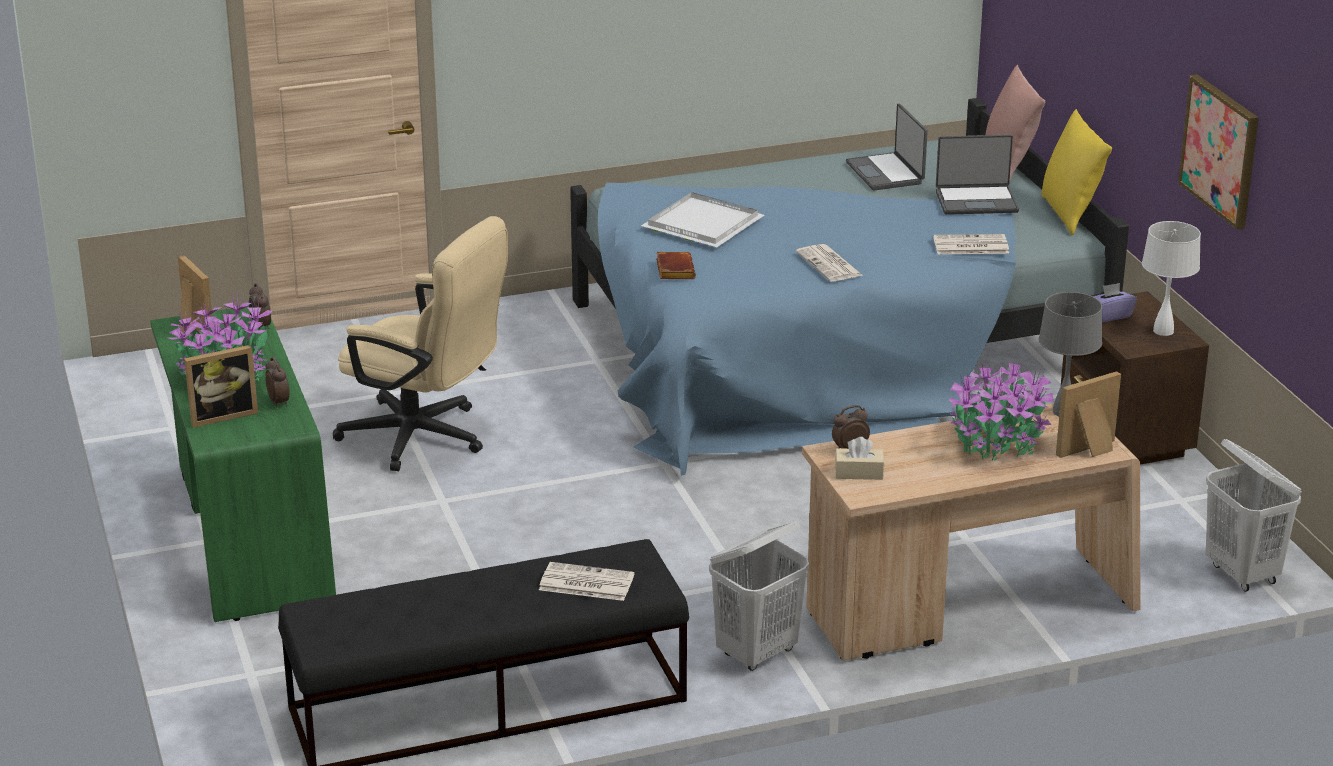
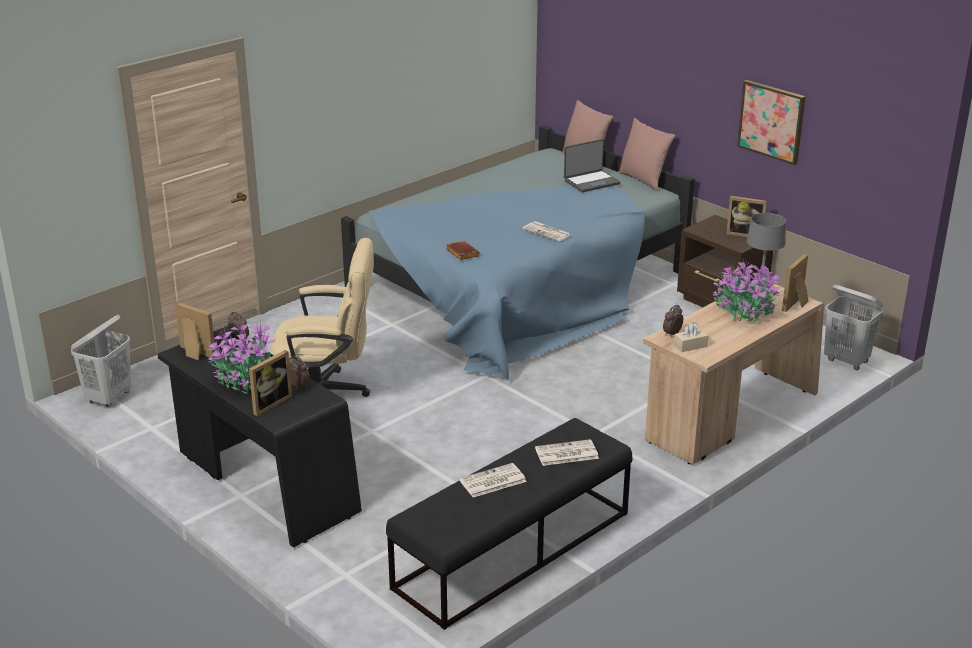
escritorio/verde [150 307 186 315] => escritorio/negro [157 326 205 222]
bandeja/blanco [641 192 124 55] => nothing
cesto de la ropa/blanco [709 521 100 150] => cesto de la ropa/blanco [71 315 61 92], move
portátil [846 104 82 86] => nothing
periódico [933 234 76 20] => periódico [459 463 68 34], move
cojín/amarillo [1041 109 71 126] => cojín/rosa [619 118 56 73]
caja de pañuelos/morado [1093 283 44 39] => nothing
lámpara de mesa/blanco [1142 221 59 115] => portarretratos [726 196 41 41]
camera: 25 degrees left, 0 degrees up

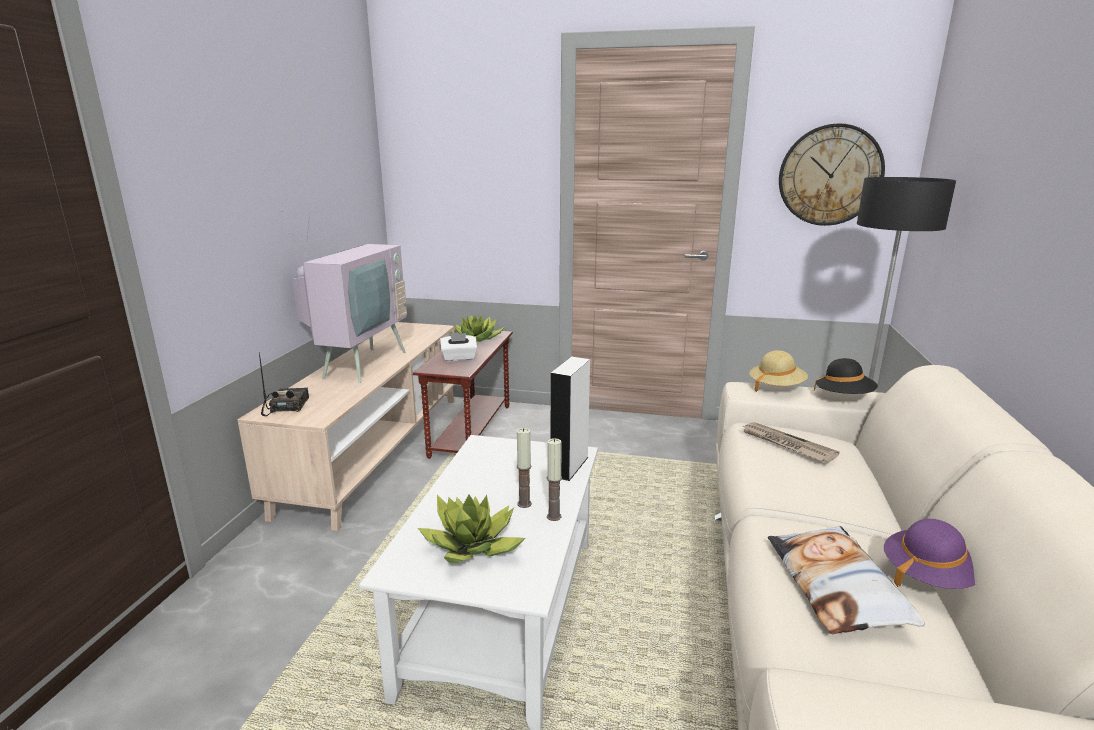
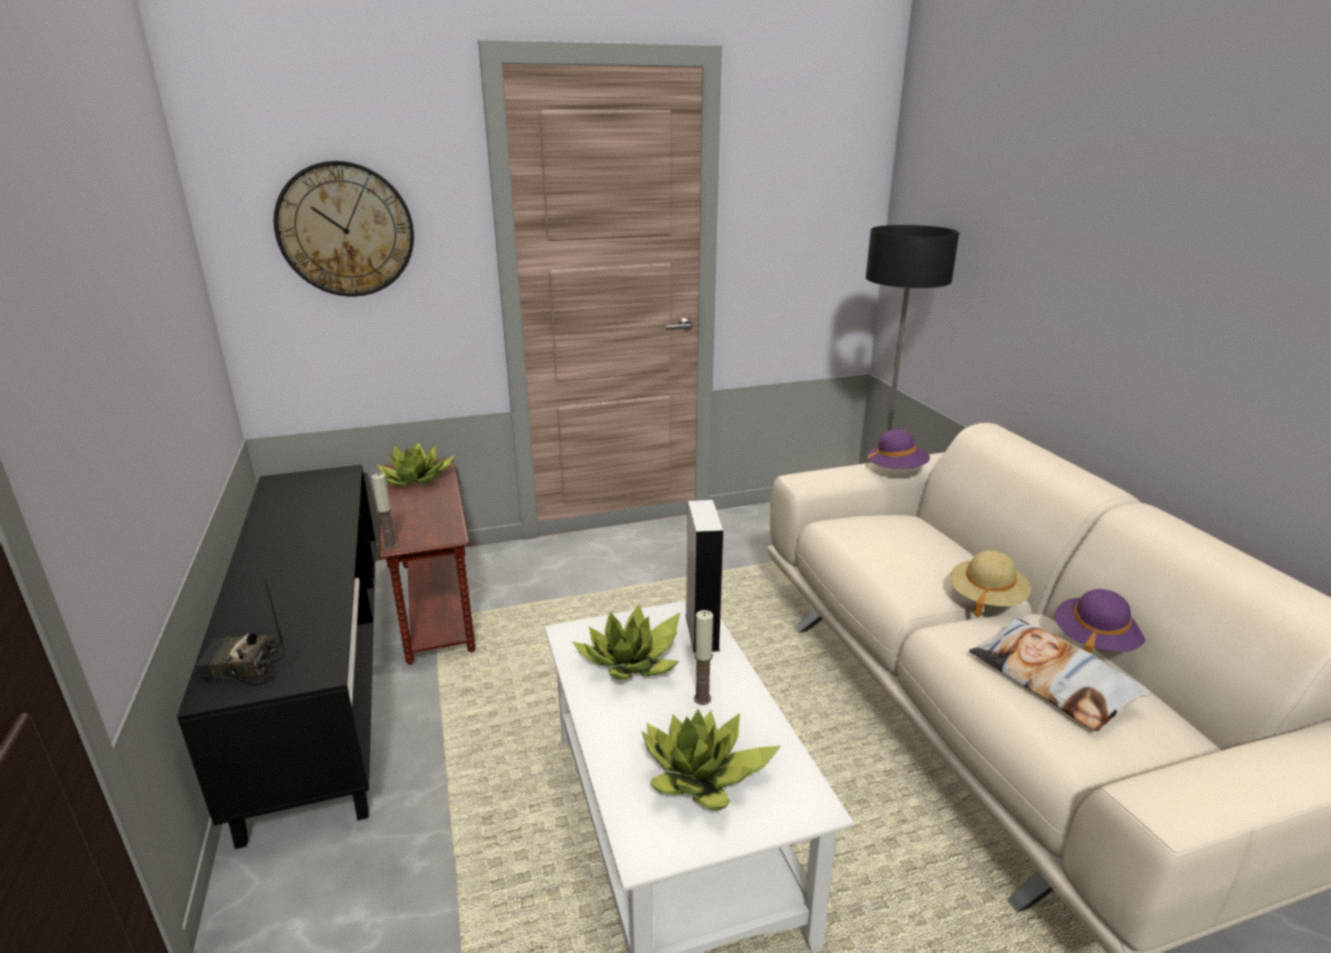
mueble de televisión/beis [237 322 219 209] => mueble de televisión/negro [177 465 199 384]
radio [259 352 50 64] => radio [195 577 90 109], 60 degrees counterclockwise
televisor [281 208 126 175] => nothing
caja de pañuelos/blanco [440 333 37 29] => nothing
vela [547 438 15 83] => vela [372 473 25 76], move
periódico [742 422 98 41] => nothing
sombrero/beis [749 350 59 42] => sombrero/beis [950 550 81 68], move
reloj de pared [779 124 106 102] => reloj de pared [274 161 140 135], move
sombrero/negro [814 358 64 36] => sombrero/morado [866 430 64 39]
nothing => planta en maceta [573 604 107 76]
camera: 30 degrees left, 5 degrees up

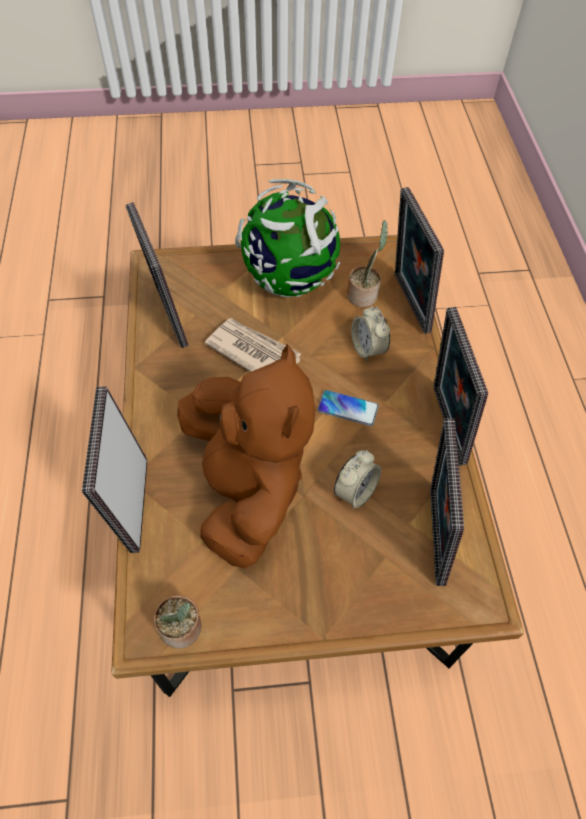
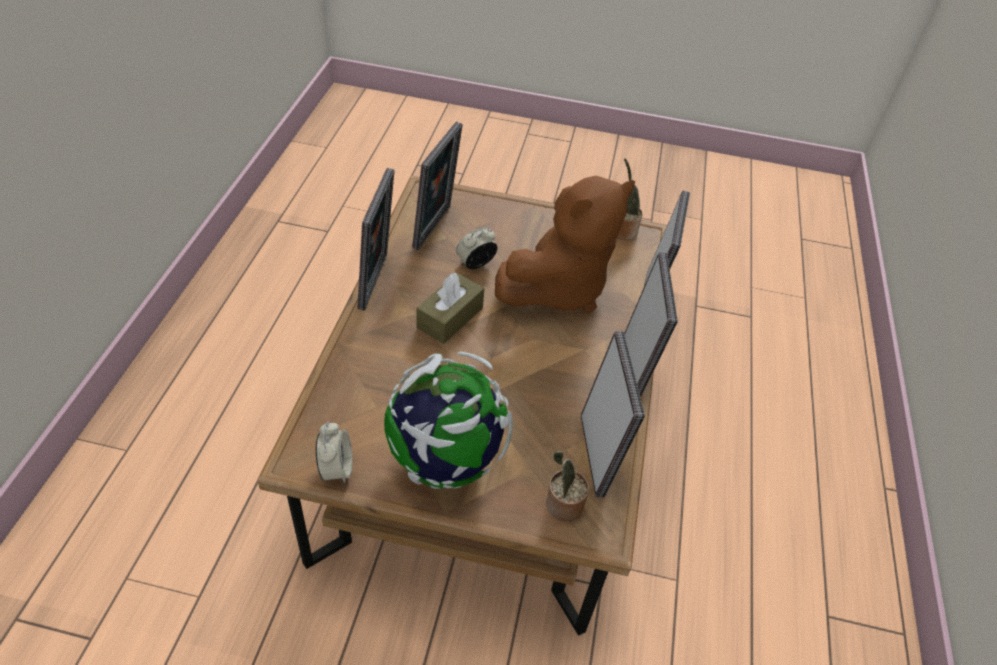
peluche/marrón [177 344 138 225] => peluche/marrón [495 176 140 137], 135 degrees counterclockwise
periódico [205 318 96 54] => nothing
móvil [317 390 62 36] => caja de pañuelos/marrón [416 273 68 71]
planta en maceta [347 220 41 88] => planta en maceta [546 451 43 70], move
despertador [351 306 39 56] => despertador [316 422 37 61], move
portarretratos [395 187 49 147] => portarretratos [624 252 54 146], move
camera: 165 degrees left, 10 degrees down

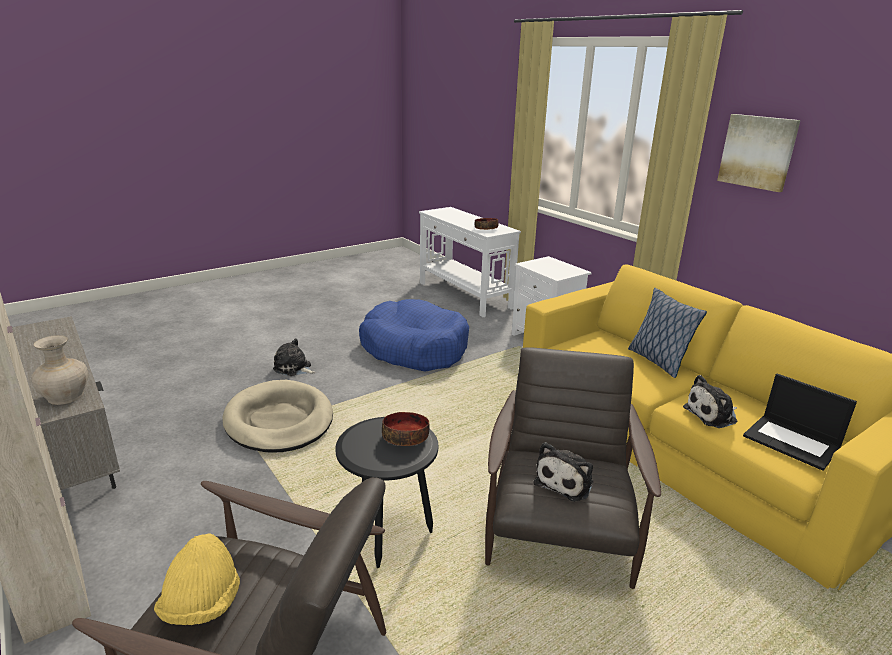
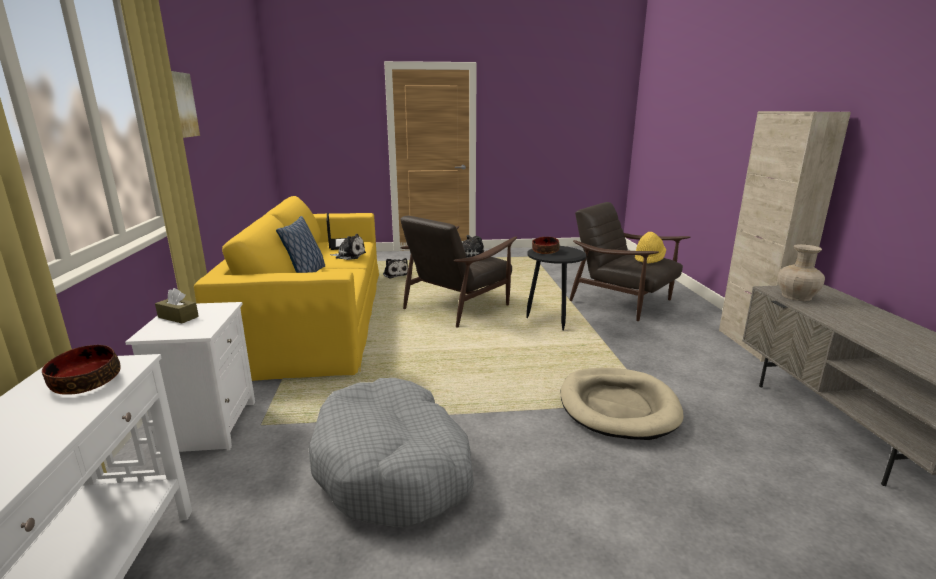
peluche [273 338 43 38] => peluche [383 258 25 21], move
cama para perro/azul [359 299 110 73] => cama para perro/gris [309 378 165 149]
nothing => caja de pañuelos/marrón [155 288 44 35]
camera: 150 degrees left, 5 degrees down

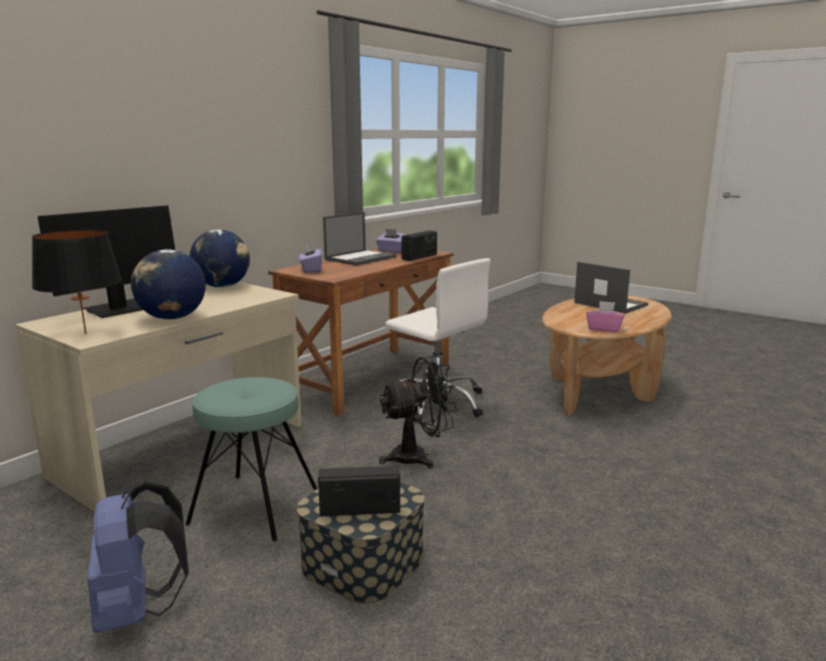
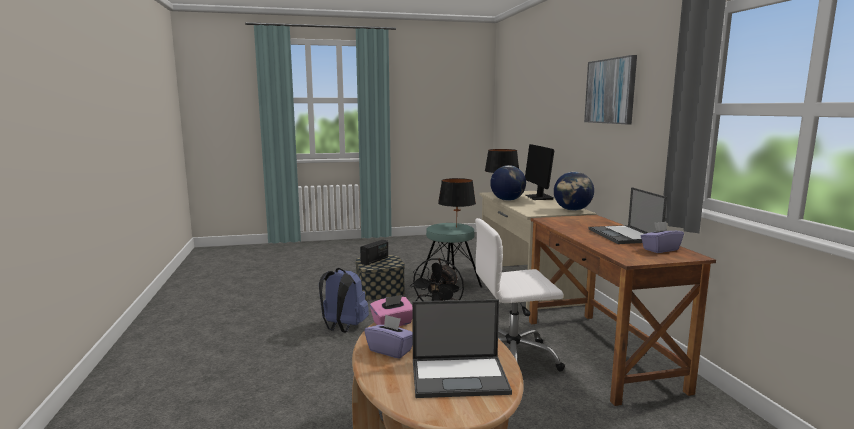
mochila/azul [87 481 102 152] => mochila/azul [319 268 50 65], move
caja de pañuelos/morado [299 244 23 29] => caja de pañuelos/morado [364 314 49 45], move
radio [401 230 36 31] => nothing
nothing => lámpara de mesa/negro [438 178 38 50]
nothing => cuadro [584 55 53 69]
camera: 130 degrees right, 5 degrees down

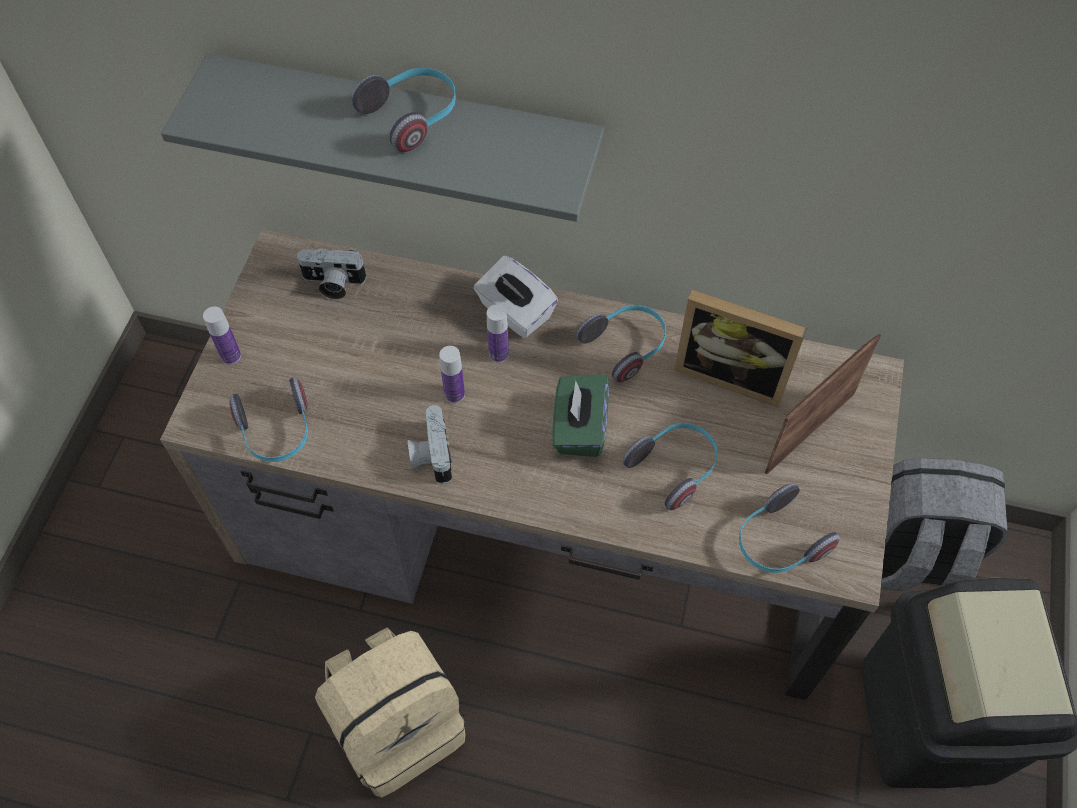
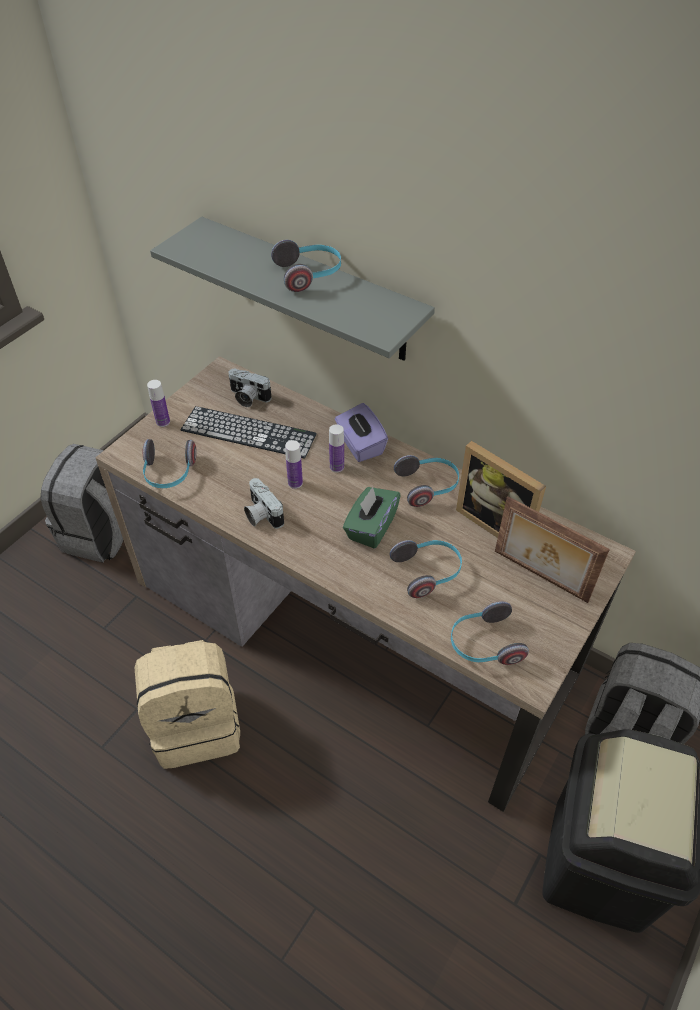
cámara [407 405 45 79] => cámara [244 478 40 51], 45 degrees counterclockwise
caja de pañuelos/blanco [473 255 85 83] => caja de pañuelos/morado [335 403 53 59]
portarretratos [765 334 117 140] => portarretratos [495 496 115 107], 120 degrees counterclockwise
nothing => mochila/gris [41 444 82 119]
nothing => teclado [181 406 136 53]
camera: 20 degrees right, 10 degrees down

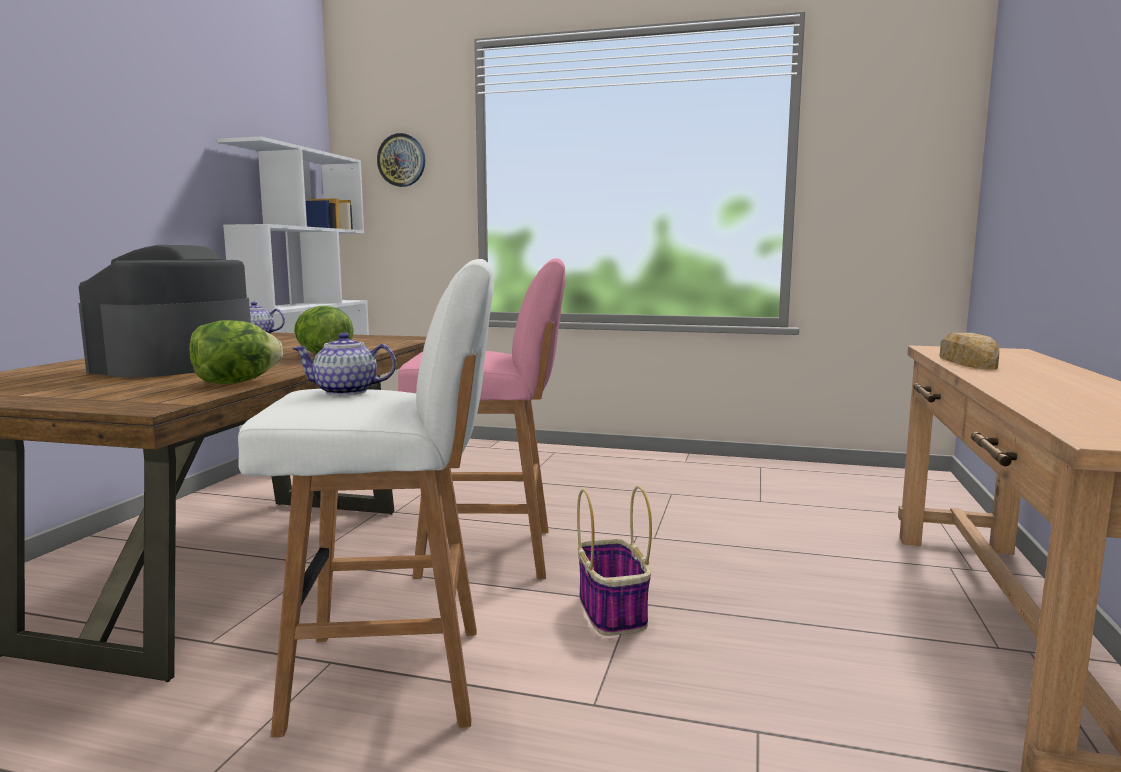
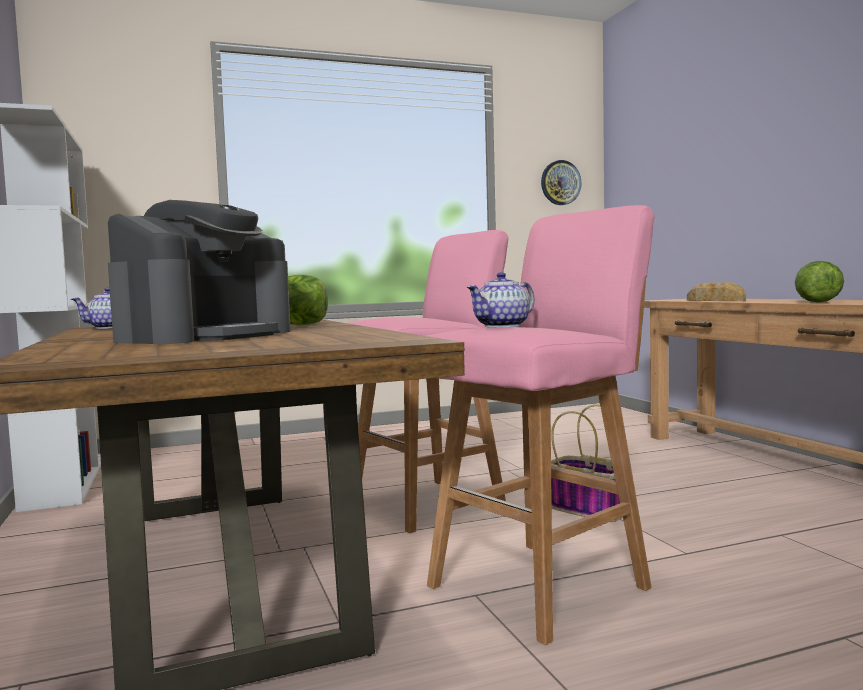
cafetera [78 245 173 133] => cafetera [108 200 183 144], 135 degrees counterclockwise
lechuga [189 320 94 64] => lechuga [795 261 49 42], move
taburete/blanco [238 259 256 478] => taburete/rosa [427 205 228 440]
reloj de pared [377 133 48 54] => reloj de pared [541 160 41 45], move
camera: 35 degrees left, 5 degrees down

